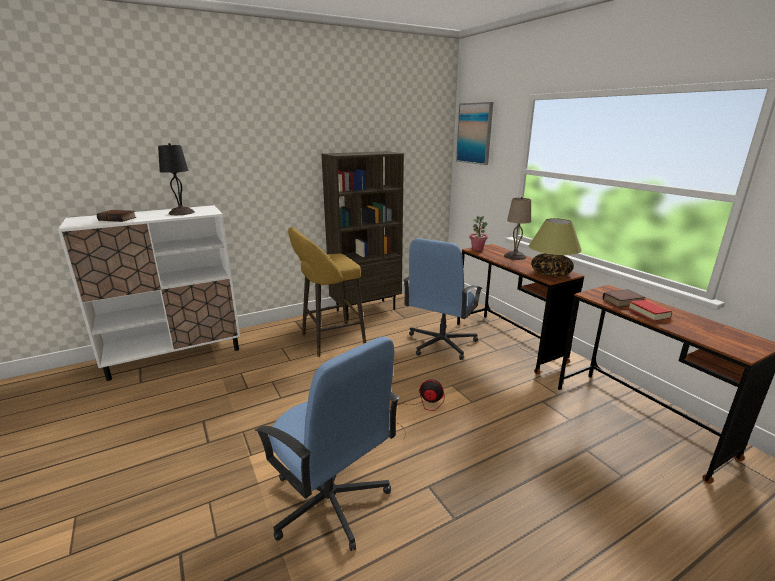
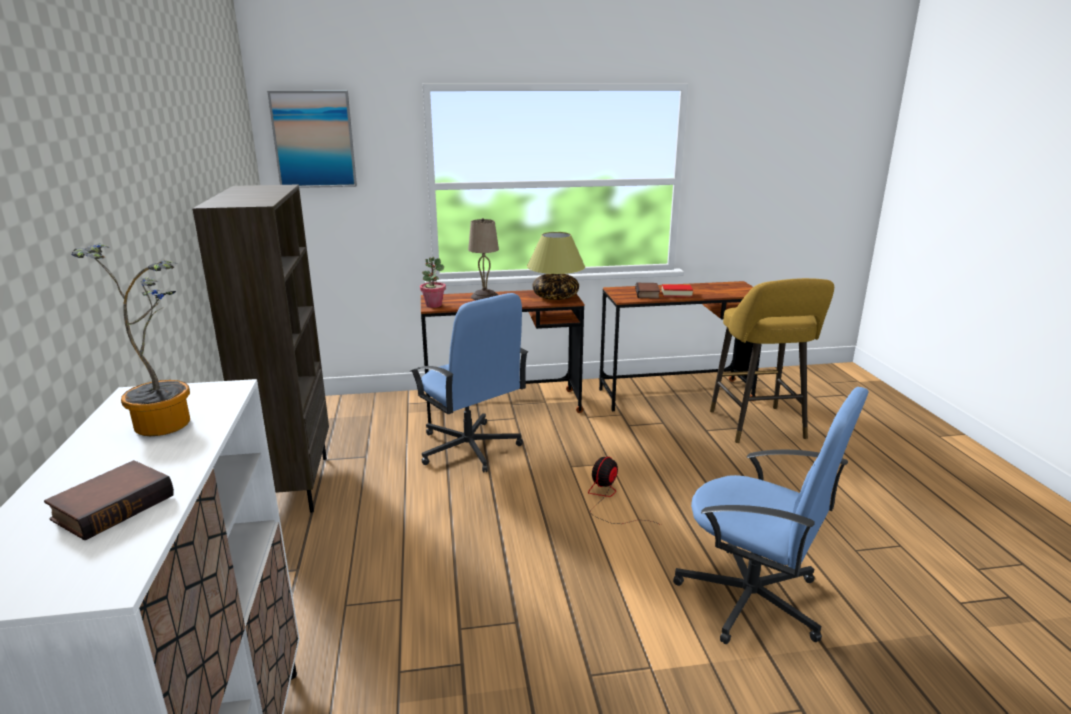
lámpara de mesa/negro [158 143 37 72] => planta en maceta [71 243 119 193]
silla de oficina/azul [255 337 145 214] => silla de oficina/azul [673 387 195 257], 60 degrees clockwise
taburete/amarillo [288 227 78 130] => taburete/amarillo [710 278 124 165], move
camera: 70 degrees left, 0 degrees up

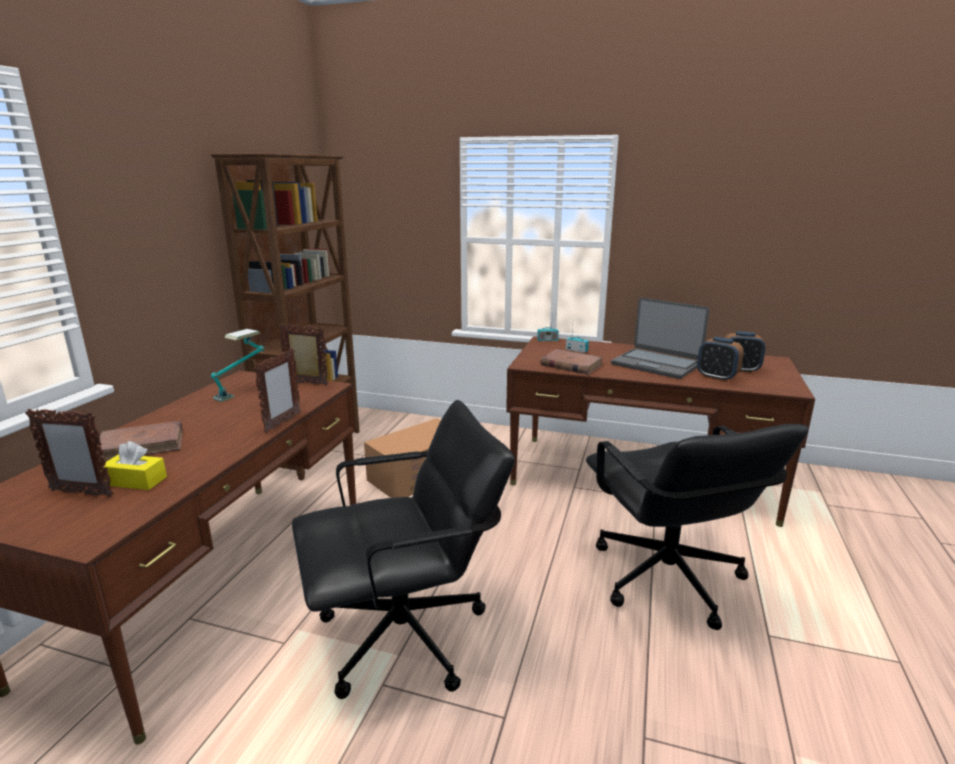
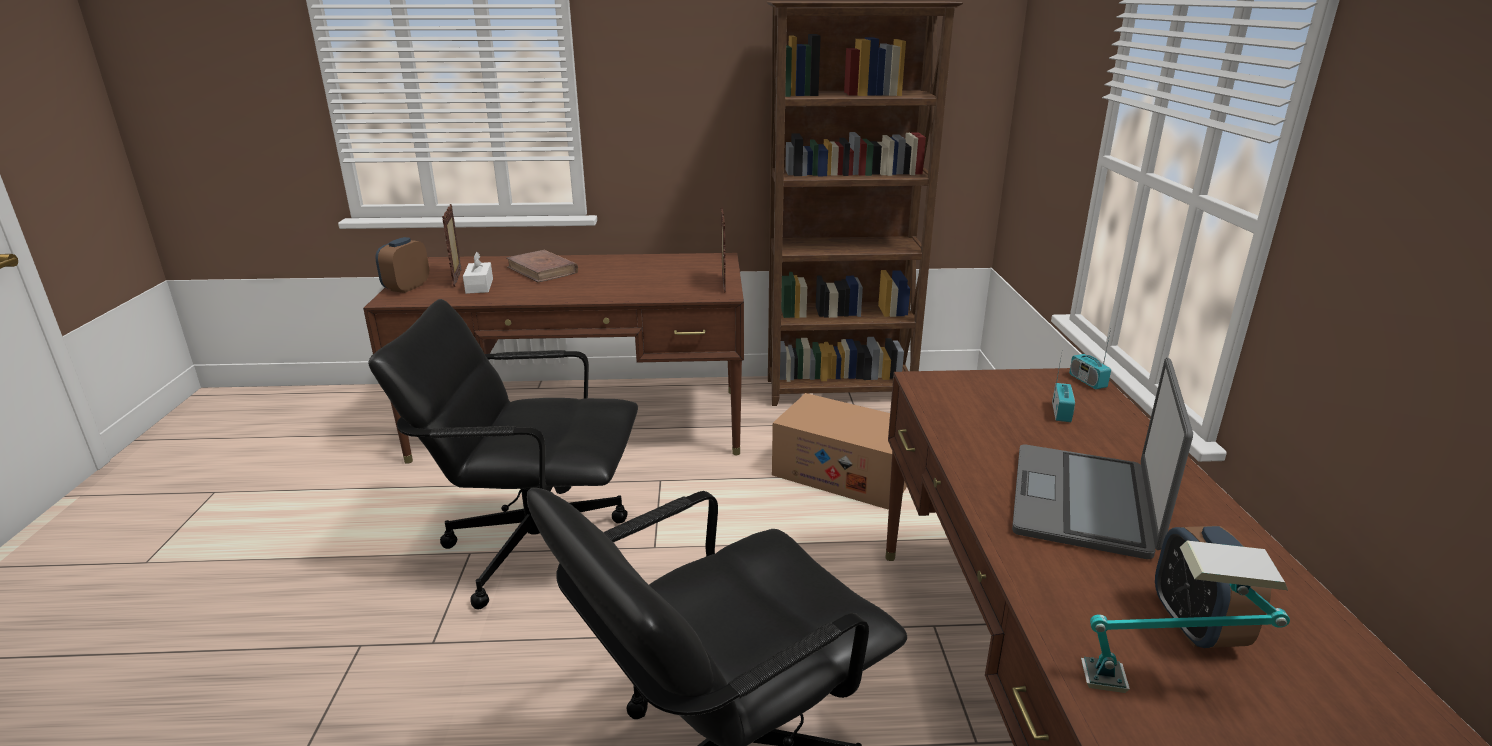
caja de pañuelos/amarillo [101 441 66 49] => caja de pañuelos/blanco [463 252 30 42]
lámpara de mesa [211 329 54 73] => lámpara de mesa [1081 541 209 152], move
portarretratos [254 348 47 85] => nothing
silla de oficina/negro [292 400 223 299] => silla de oficina/negro [368 299 270 310], 135 degrees clockwise
libro/marrón [540 349 63 26] => nothing
despertador [697 337 47 44] => despertador [375 237 54 56], move
camera: 70 degrees right, 5 degrees up

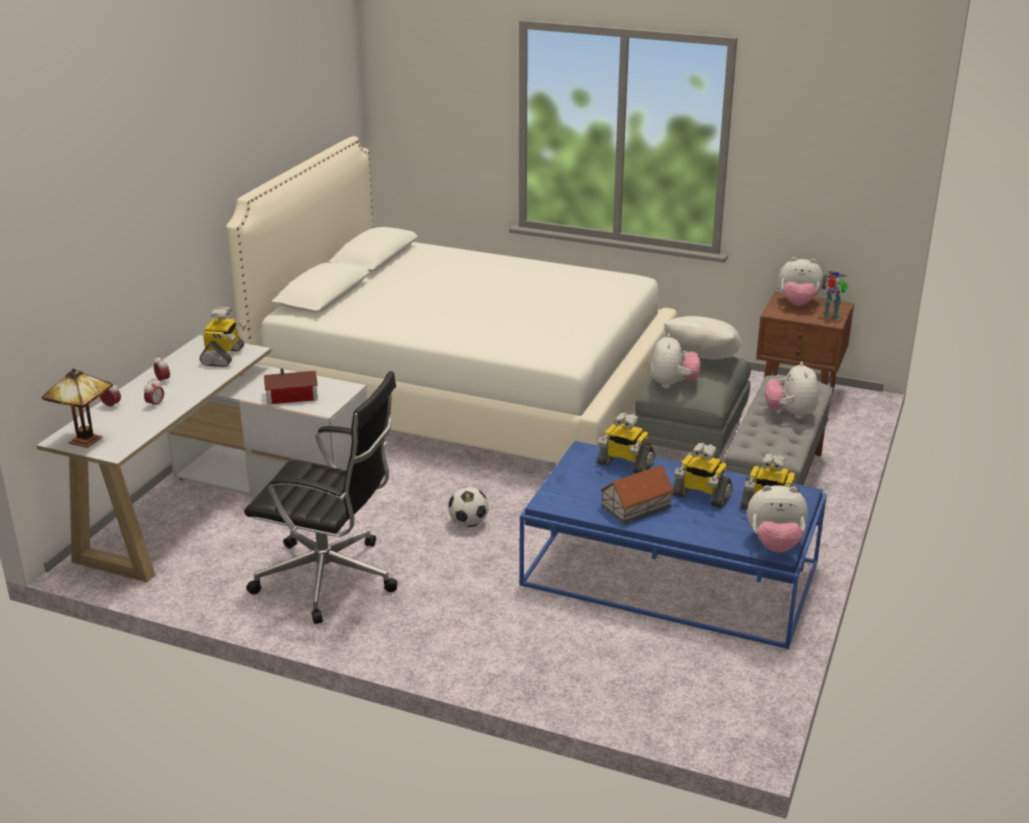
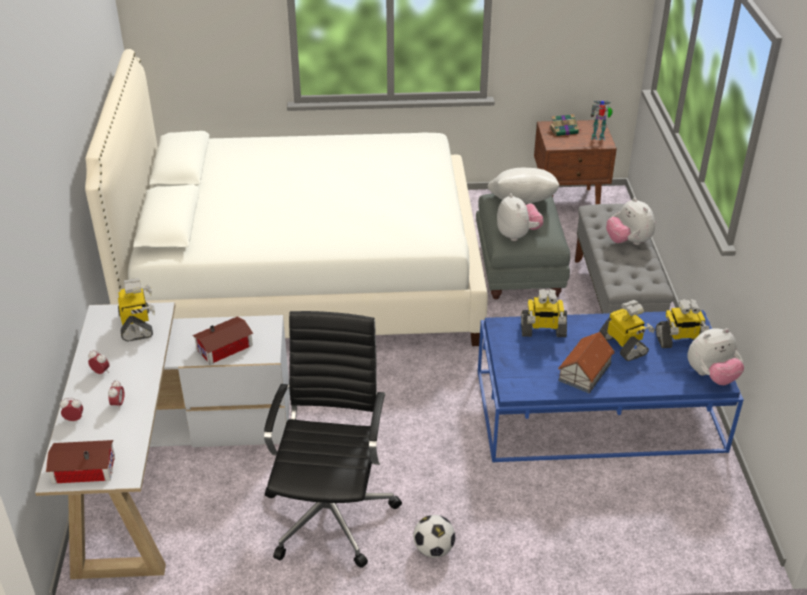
lámpara de mesa [42 368 71 80] => casita [46 440 69 44]
silla de oficina/negro [244 371 153 253] => silla de oficina/negro [264 311 138 257], 75 degrees counterclockwise
balón de fútbol [449 487 39 40] => balón de fútbol [413 515 42 43], move
robot de juguete [673 443 60 65] => robot de juguete [599 300 56 61], 120 degrees counterclockwise
peluche [779 257 44 49] => libro [550 114 32 22]
camera: 25 degrees left, 10 degrees up

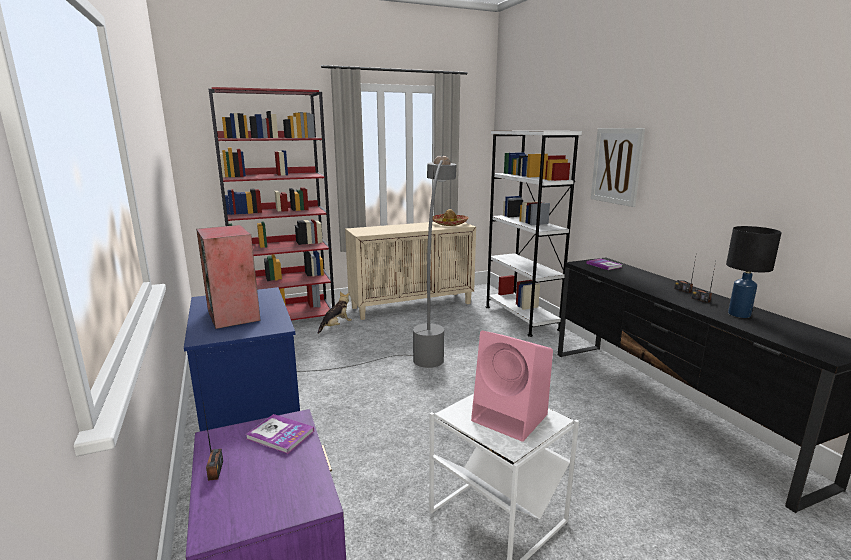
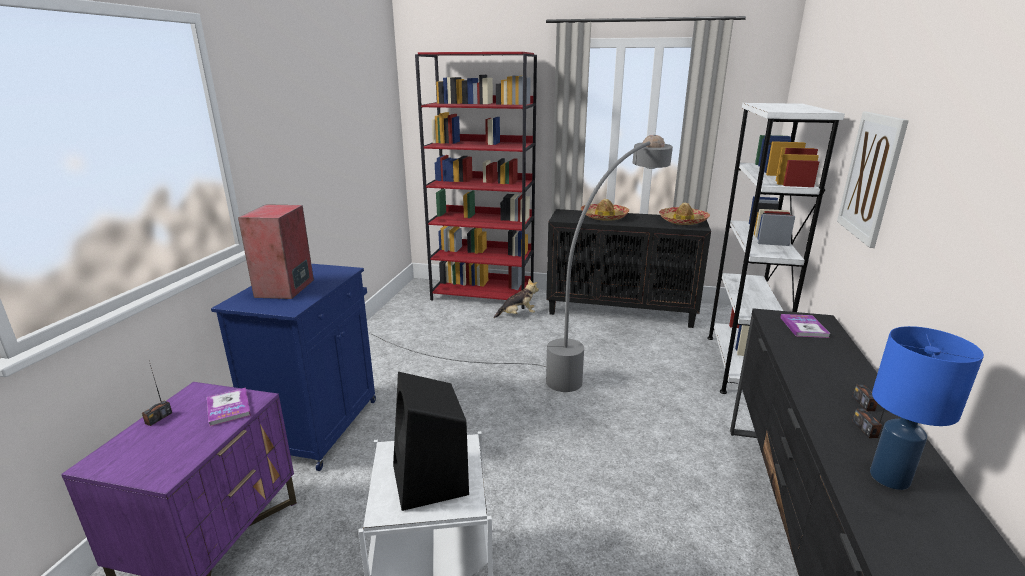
armario/beis [345 222 131 98] => armario/negro [546 209 165 119]
altavoz/rosa [471 330 82 112] => altavoz/negro [393 372 76 139]
lámpara de mesa/negro [726 226 56 92] => lámpara de mesa/azul [870 326 114 164]
nothing => sombrero [581 199 48 22]
camera: 35 degrees right, 5 degrees up

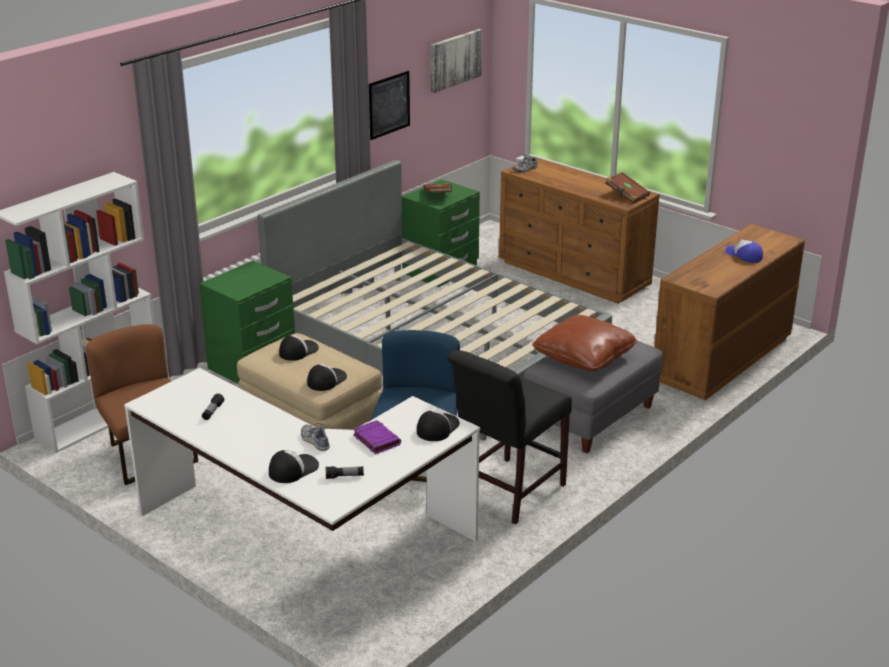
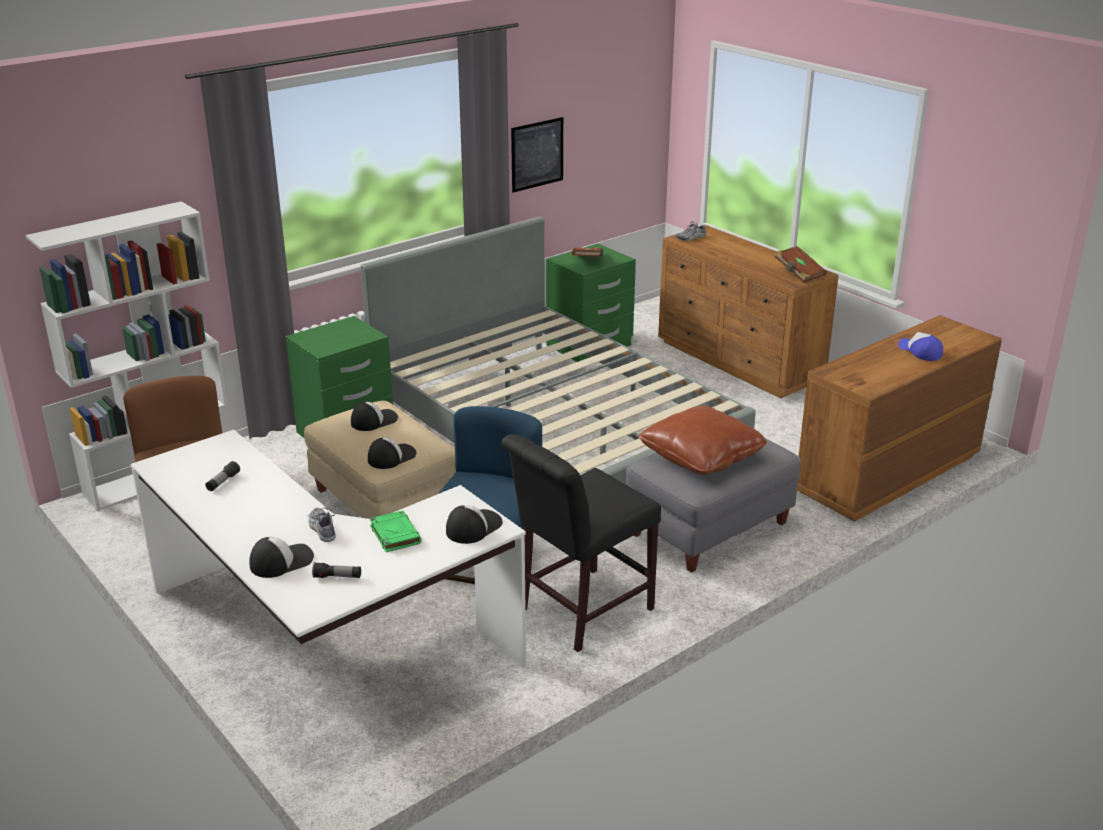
libro/morado [353 420 48 34] => libro/verde [370 510 52 42]
cuadro [431 29 51 64] => nothing
camera: 10 degrees right, 0 degrees up

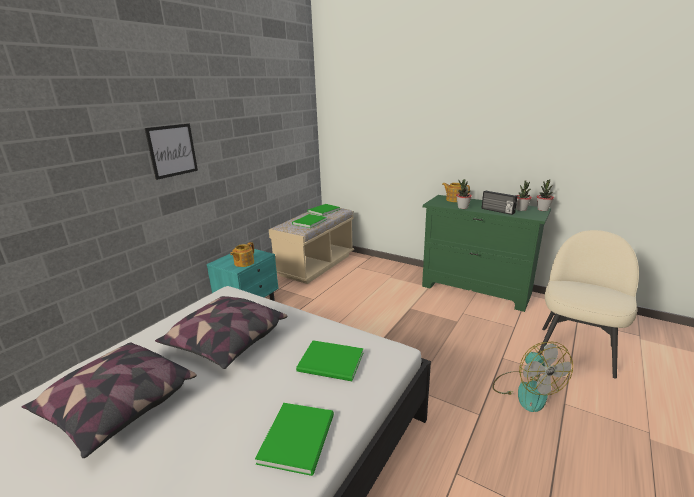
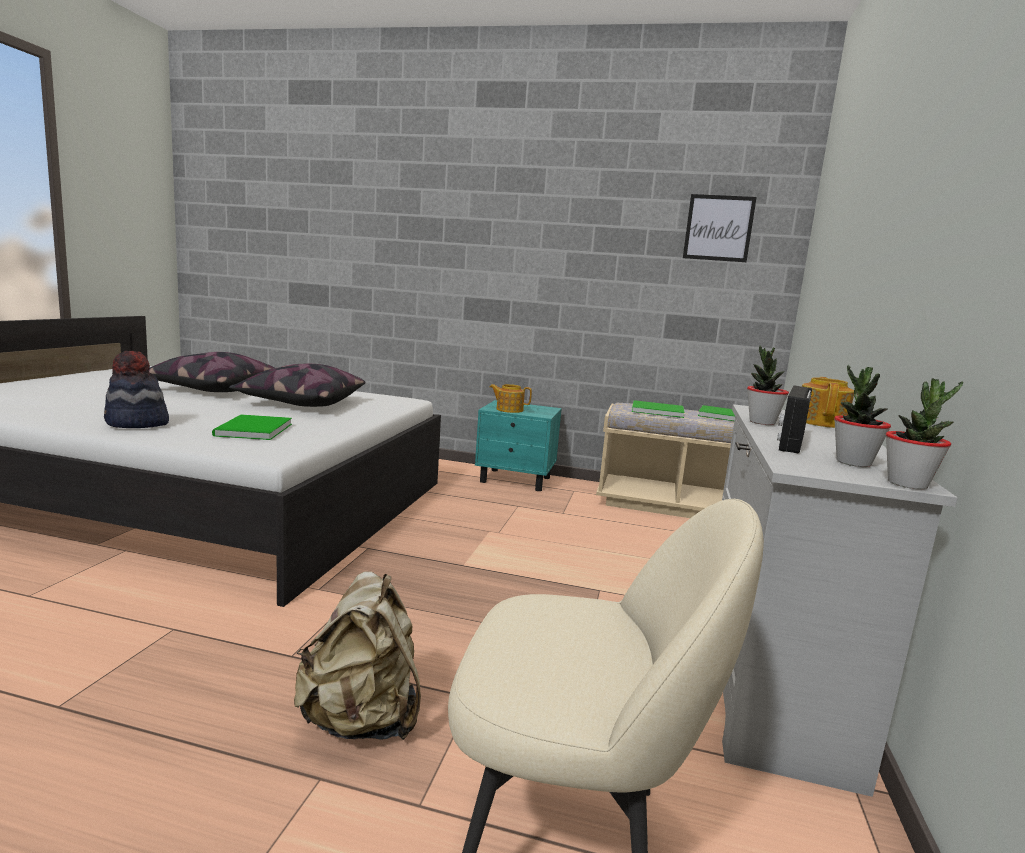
cuadro [145 123 53 57] => cuadro [683 194 74 68], move
libro/verde [255 403 79 73] => sombrero [104 351 65 77]
cómoda/verde [422 195 129 117] => cómoda/blanco [722 404 236 393]
ventilador [492 341 81 71] => mochila/beis [294 572 127 168]
camera: 70 degrees right, 10 degrees down

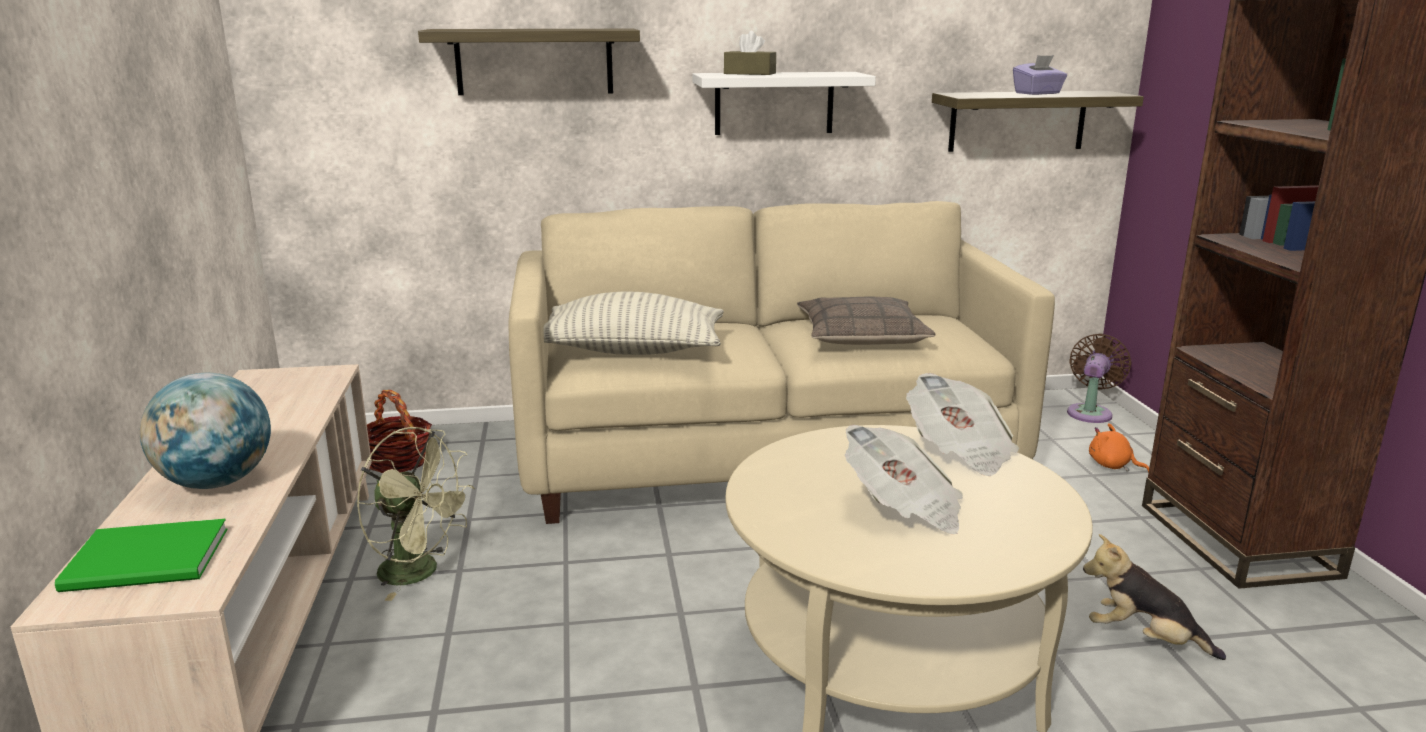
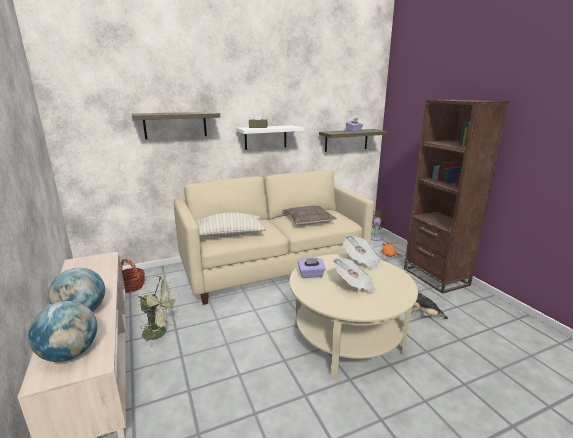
libro/verde [55 519 173 73] => globo terráqueo [28 301 69 61]
nothing => caja de pañuelos/morado [298 258 28 20]
camera: 15 degrees left, 0 degrees up

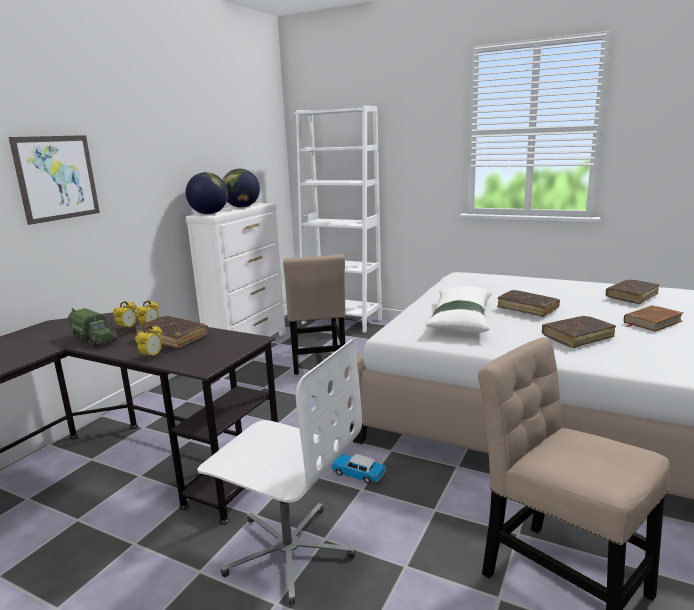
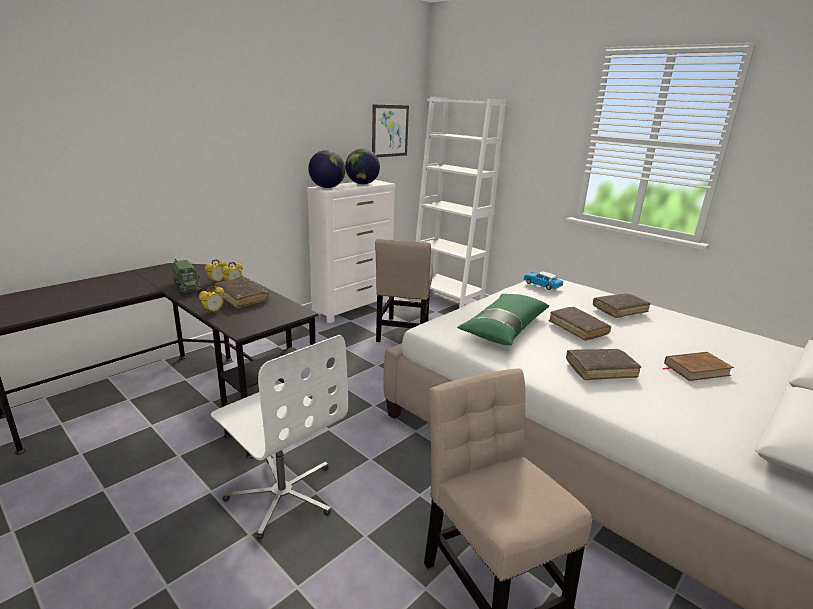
cuadro [9 135 91 90] => cuadro [372 104 37 53], move
coche de juguete [331 454 55 30] => coche de juguete [524 271 39 19], move
cojín/blanco [425 286 67 47] => cojín/verde [457 294 92 51]
libro/marrón [606 280 53 24] => libro/marrón [593 293 58 25], move
camera: 15 degrees right, 5 degrees up

